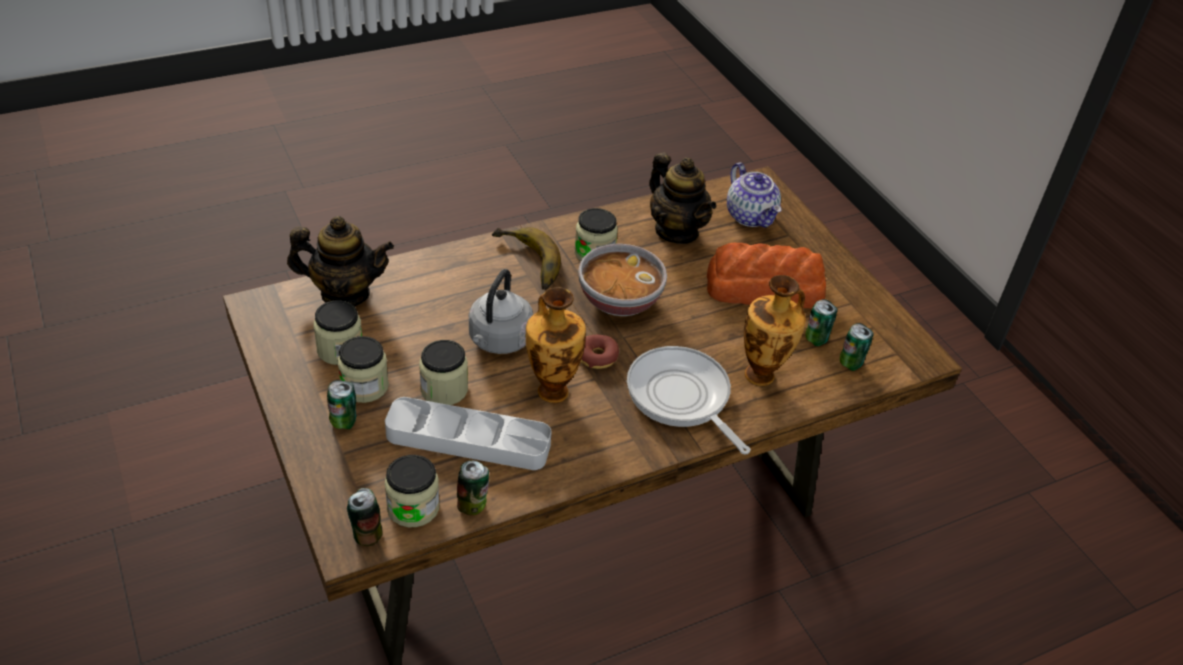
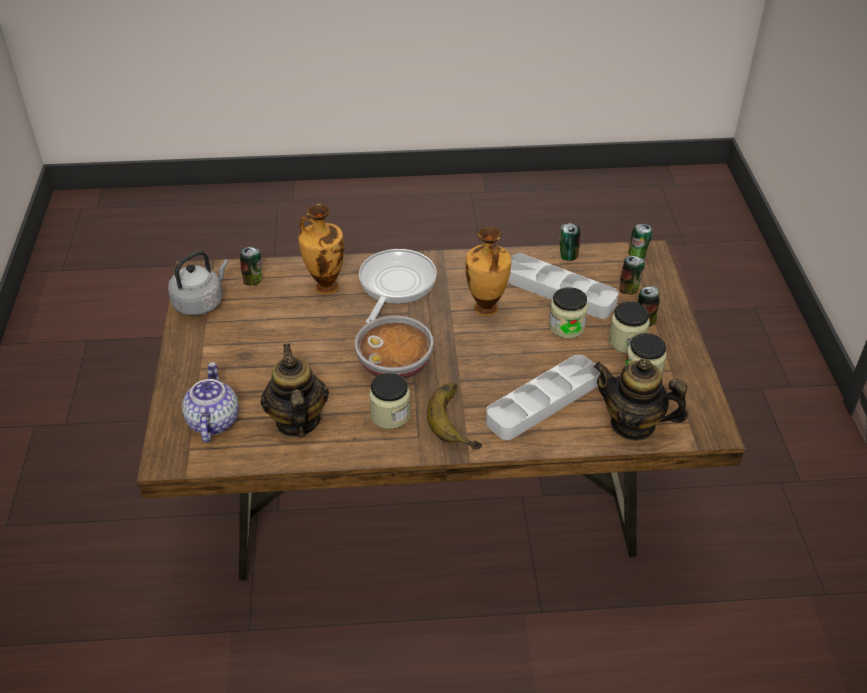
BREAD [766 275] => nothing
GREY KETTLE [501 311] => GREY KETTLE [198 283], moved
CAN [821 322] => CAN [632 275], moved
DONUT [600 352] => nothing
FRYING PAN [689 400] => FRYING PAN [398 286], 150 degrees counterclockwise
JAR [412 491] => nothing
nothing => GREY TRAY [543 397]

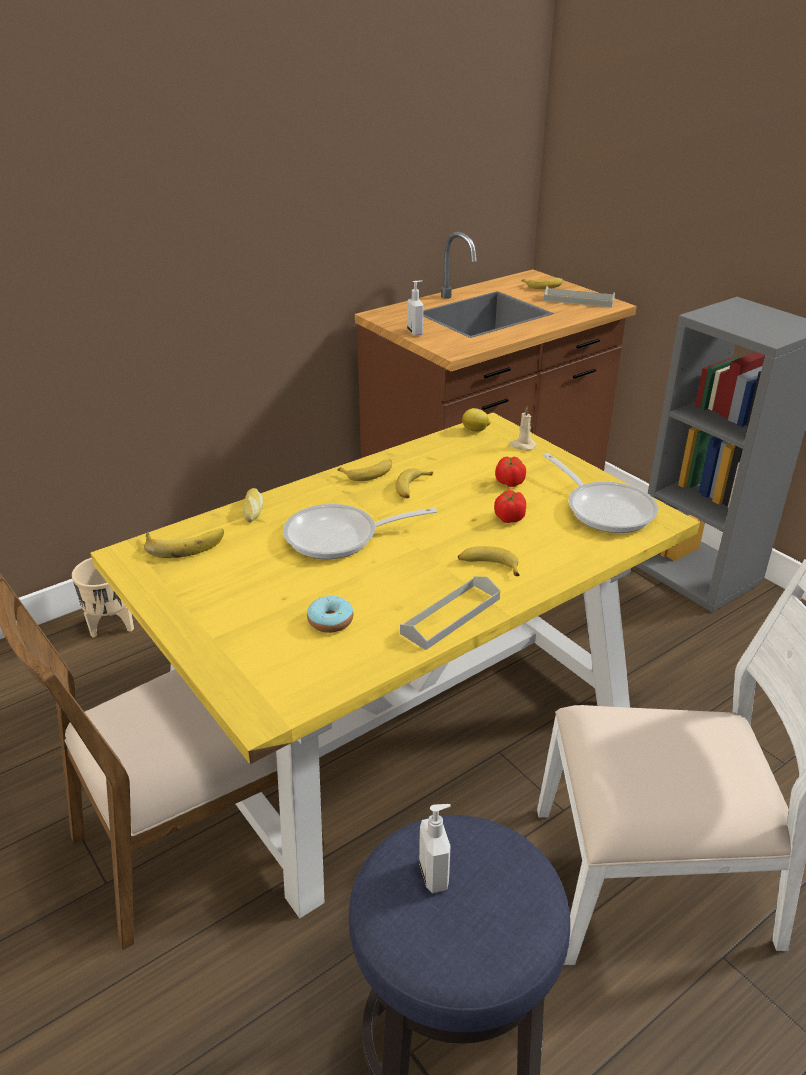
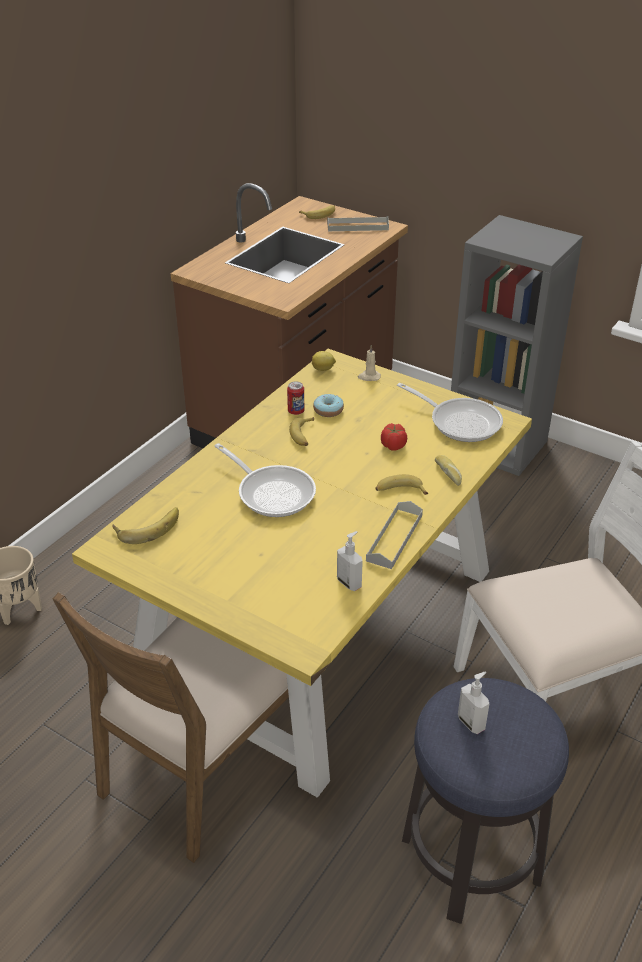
SOAP DISPENSER [415 308] => SOAP DISPENSER [350 561], moved
TOMATO [510 472] => nothing
BANANA [365 470] => nothing
BREAD [253 505] => BREAD [448 470], moved
FRYING PAN [360 531] => FRYING PAN [265 480], 105 degrees counterclockwise
DONUT [330 614] => DONUT [328 405], moved
nothing => CAN [295 398]

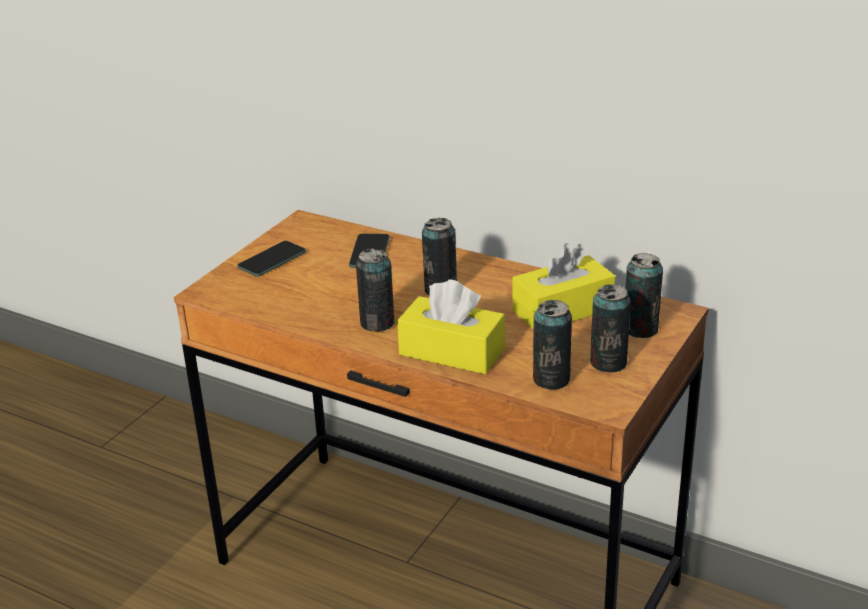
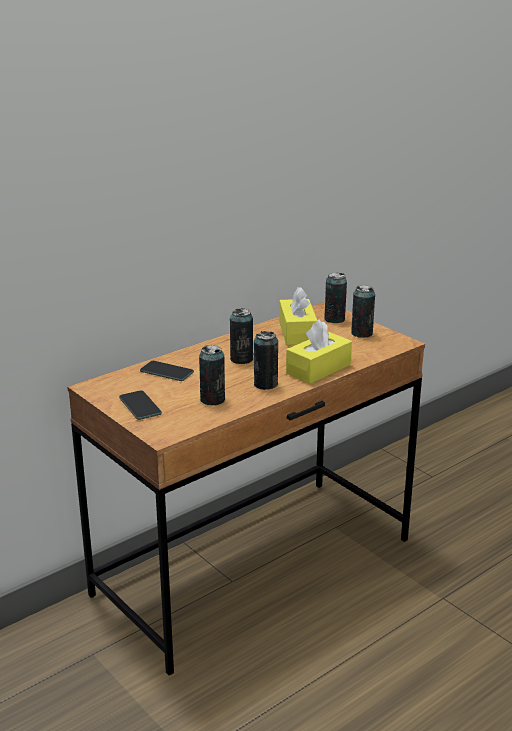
CAN [552 345] => CAN [212 375], moved

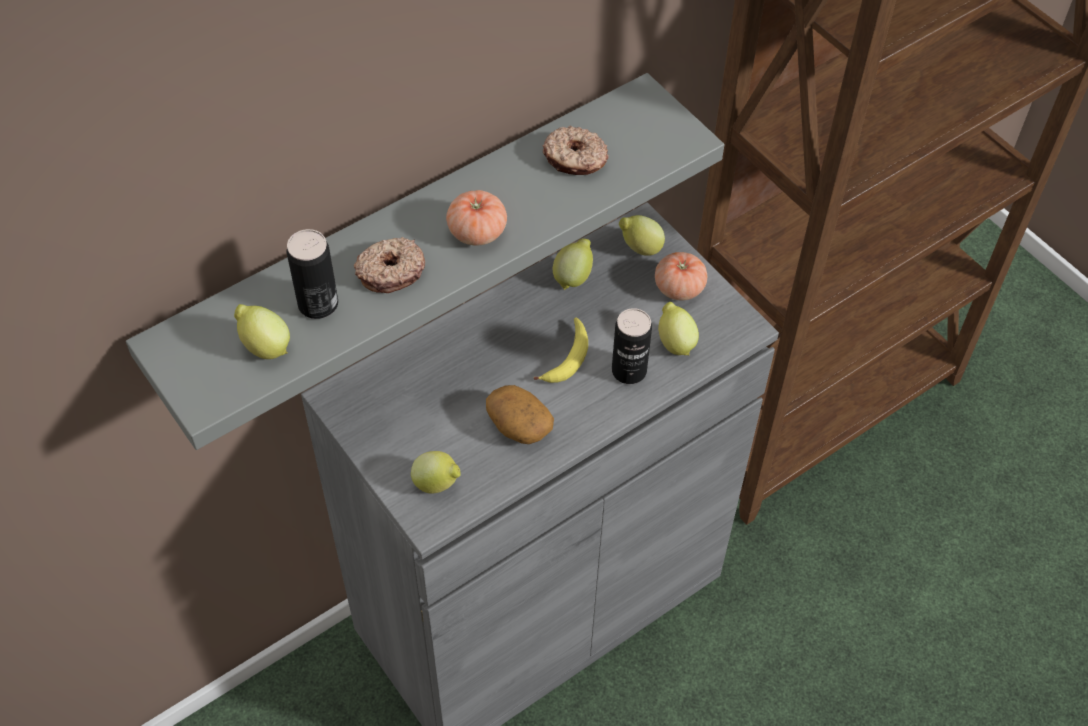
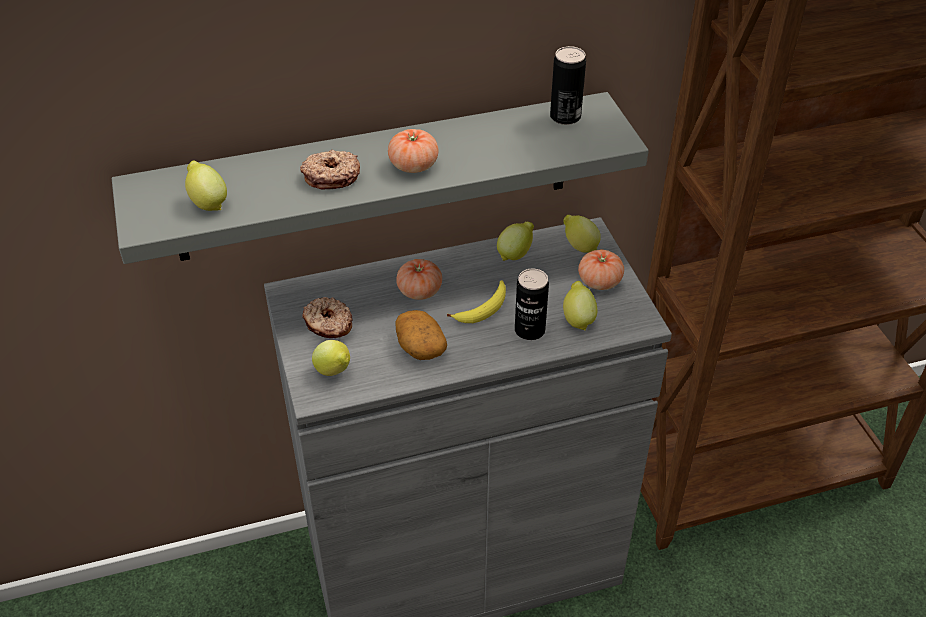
DONUT [575 150] => DONUT [327 317], moved
CAN [312 274] => CAN [568 85], moved
nothing => TOMATO [419 279]

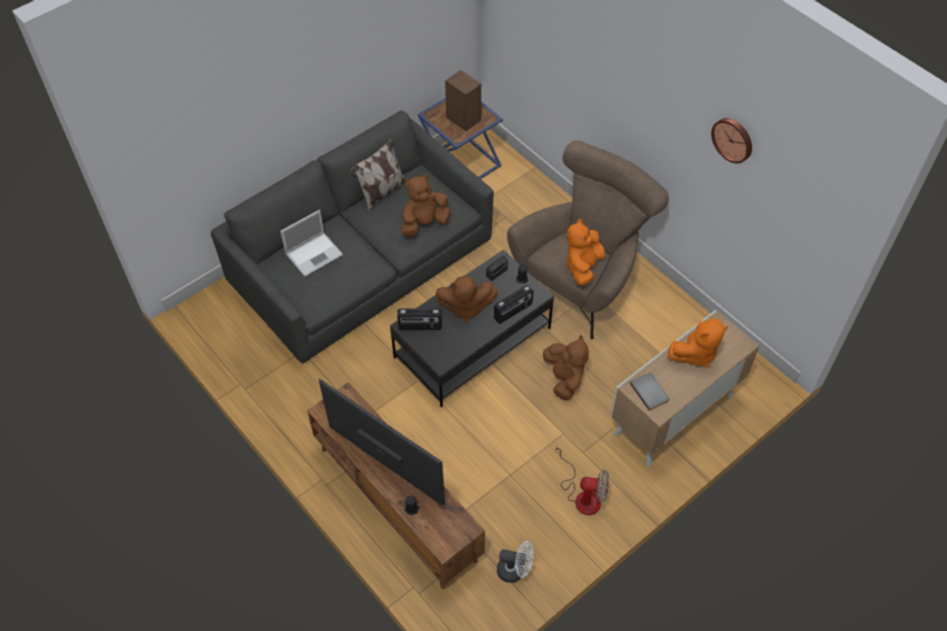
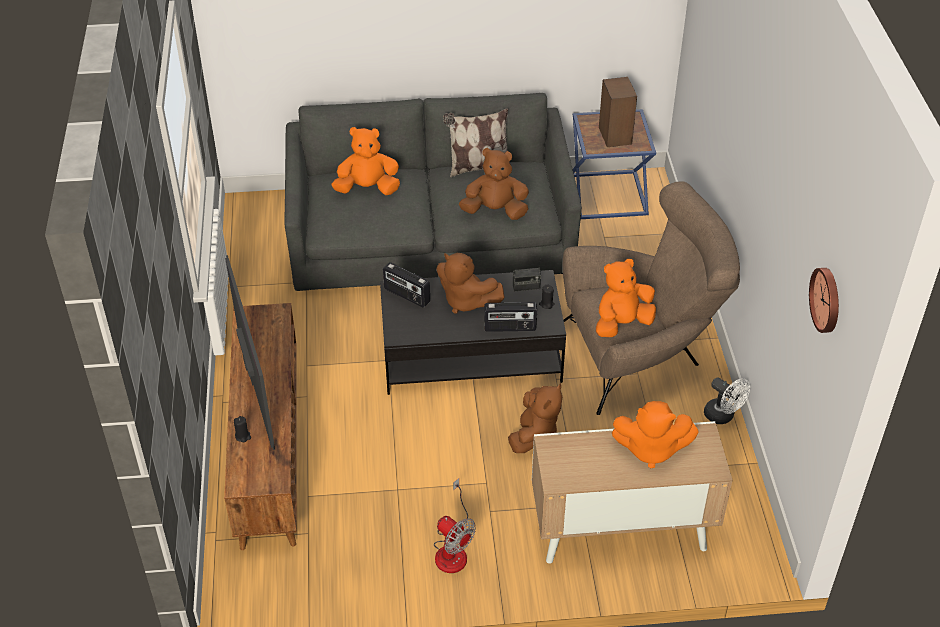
WALL CLOCK [731 141] => WALL CLOCK [824 300], moved
LAPTOP [311 243] => ORANGE PLUSH TOY [366 161]
GREY BOOK [649 392] => nothing
WHITE FAN [515 562] => WHITE FAN [727 400], moved

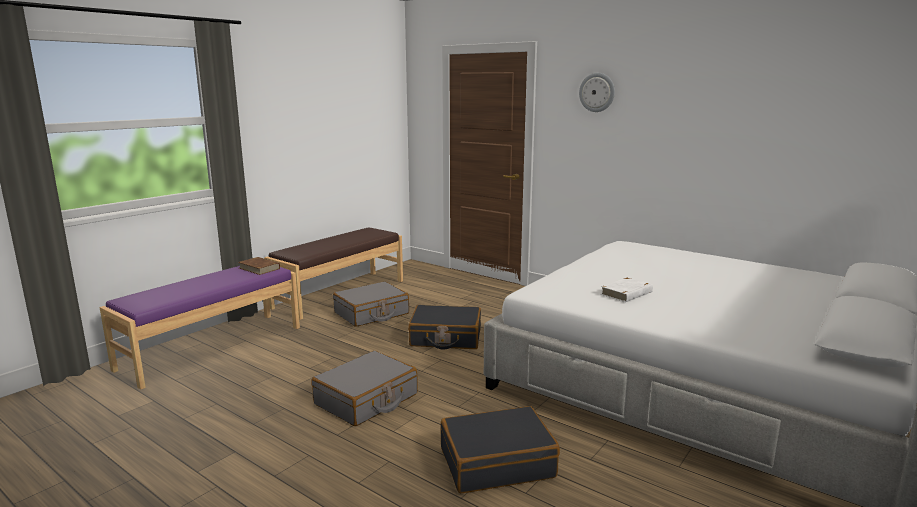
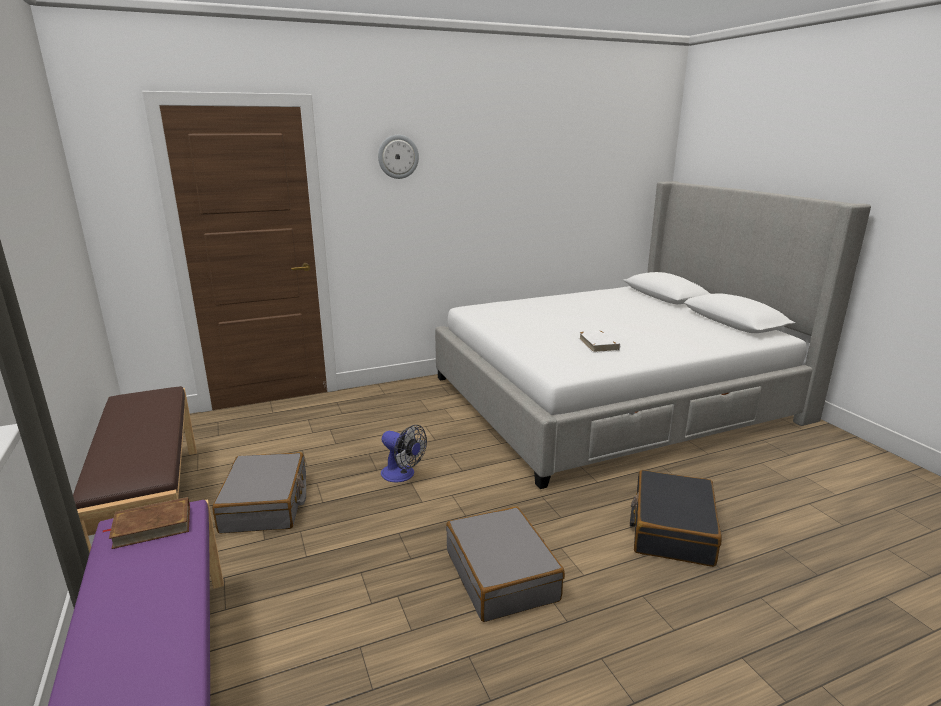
BLACK SUITCASE [444 327] => FAN [404 454]

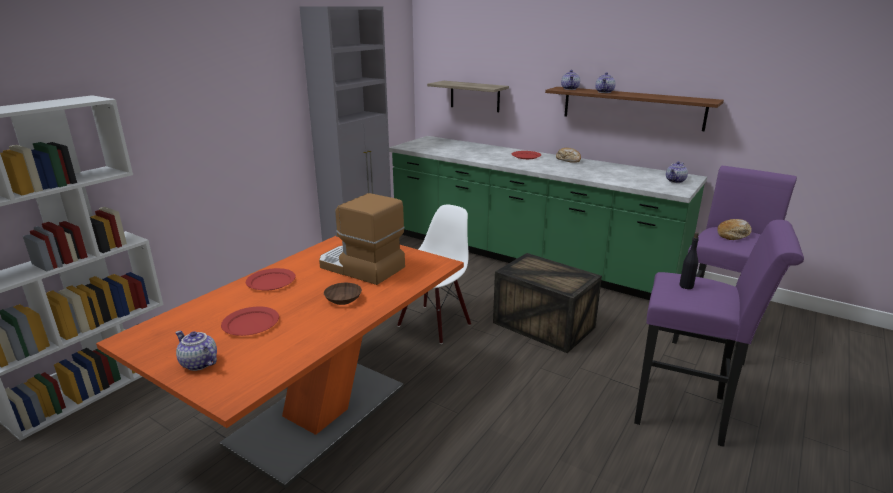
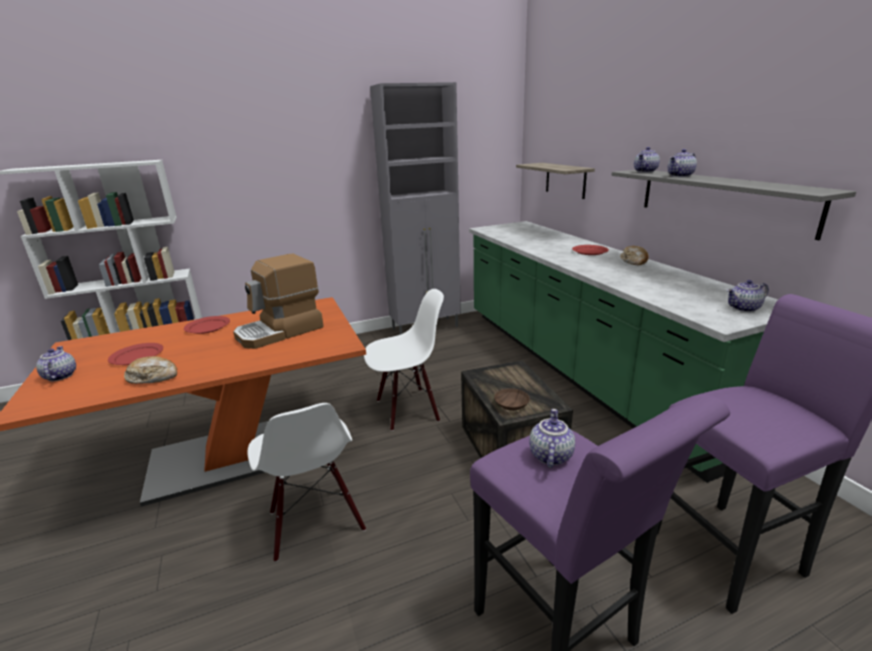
BROWN SHELF [634 109] => GREY SHELF [734 205]
COFFEE MACHINE [362 239] => COFFEE MACHINE [278 301], 105 degrees counterclockwise
BREAD [735 229] => BREAD [150 370], moved
BLACK BOTTLE [689 260] => TEAPOT [552 438]
BROWN BOWL [343 294] => BROWN BOWL [512 399], moved
nothing => WHITE CHAIR [306 482]

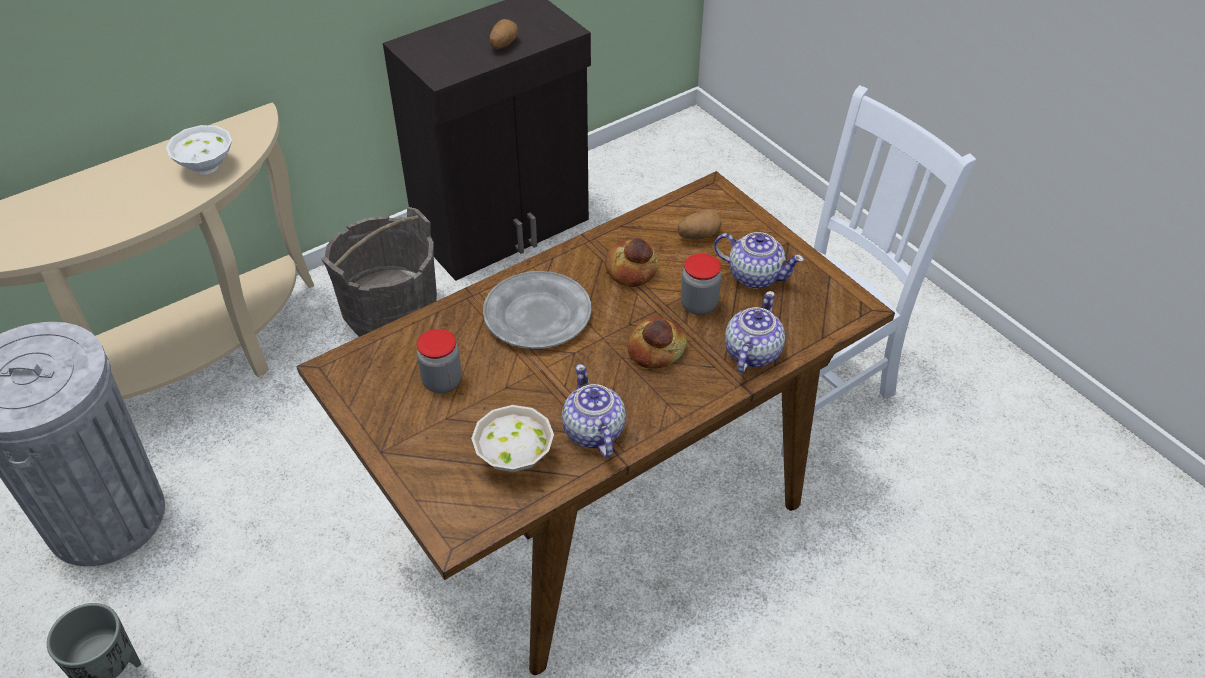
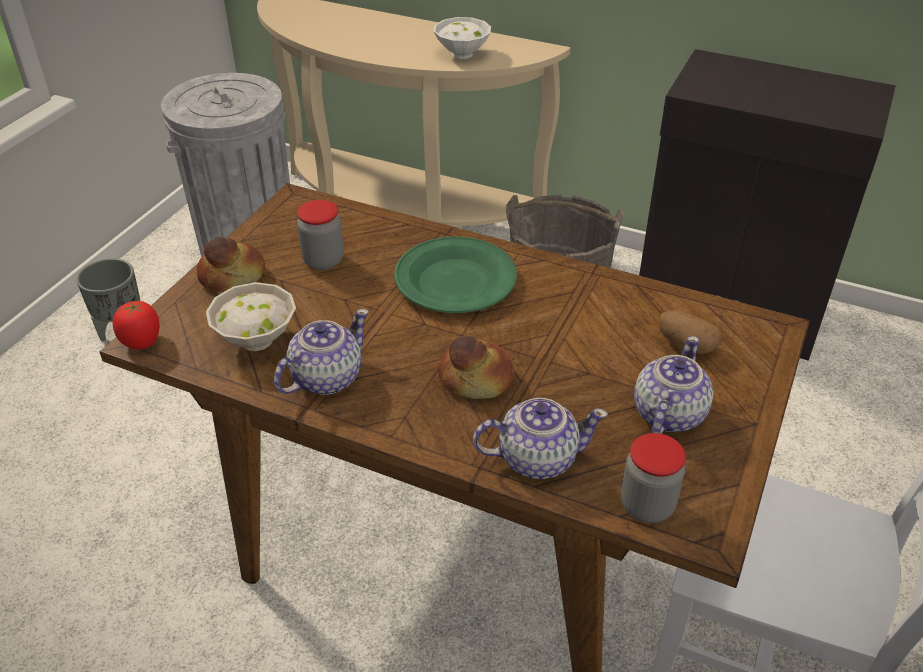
POTATO [504 34] => nothing
TEAPOT [759 260] => TEAPOT [674 385], 150 degrees counterclockwise
BREAD [631 262] => BREAD [231 264], moved
JAR [701 284] => JAR [653 478], moved
GREY PLATE [537 310] => GREEN PLATE [455 275]
nothing => TOMATO [136 325]

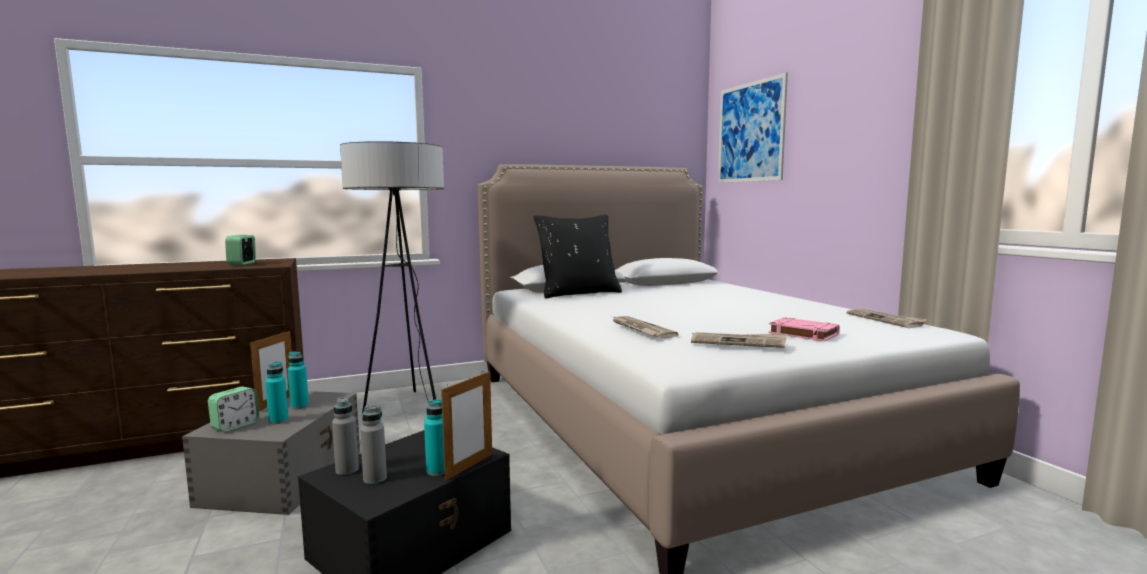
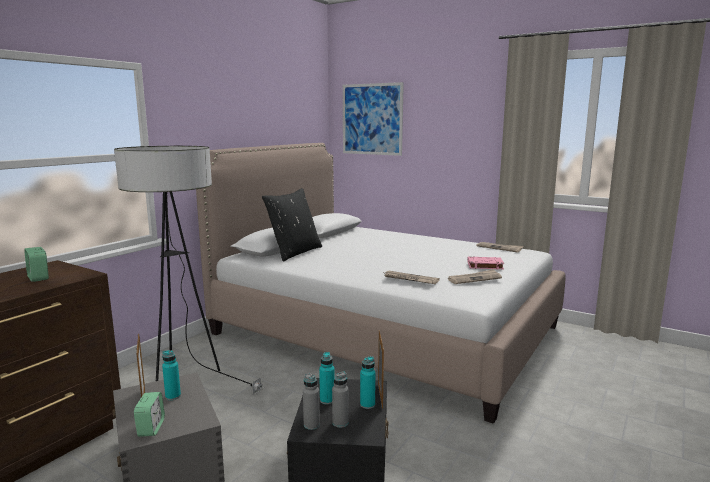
TURQUOISE BOTTLE [277 392] => TURQUOISE BOTTLE [327 378], moved

